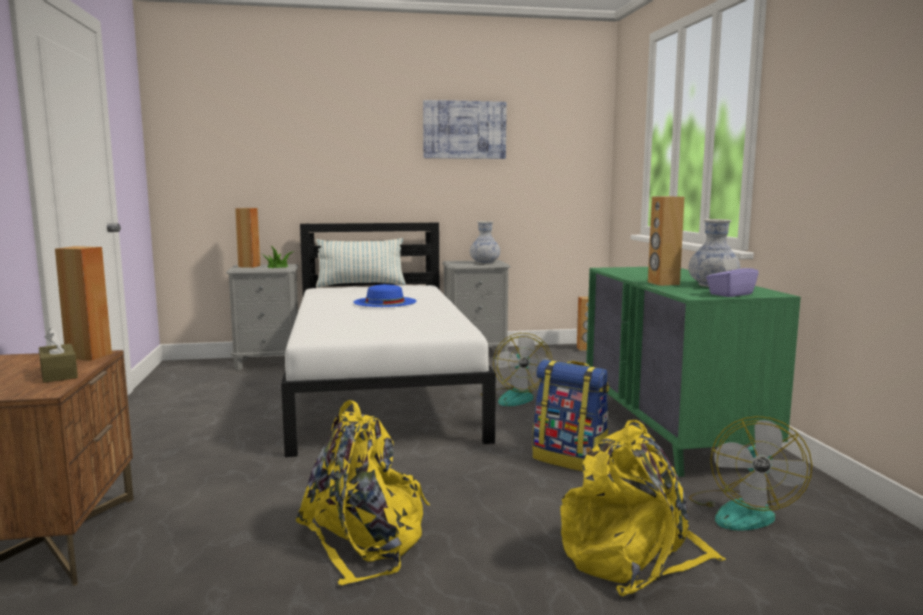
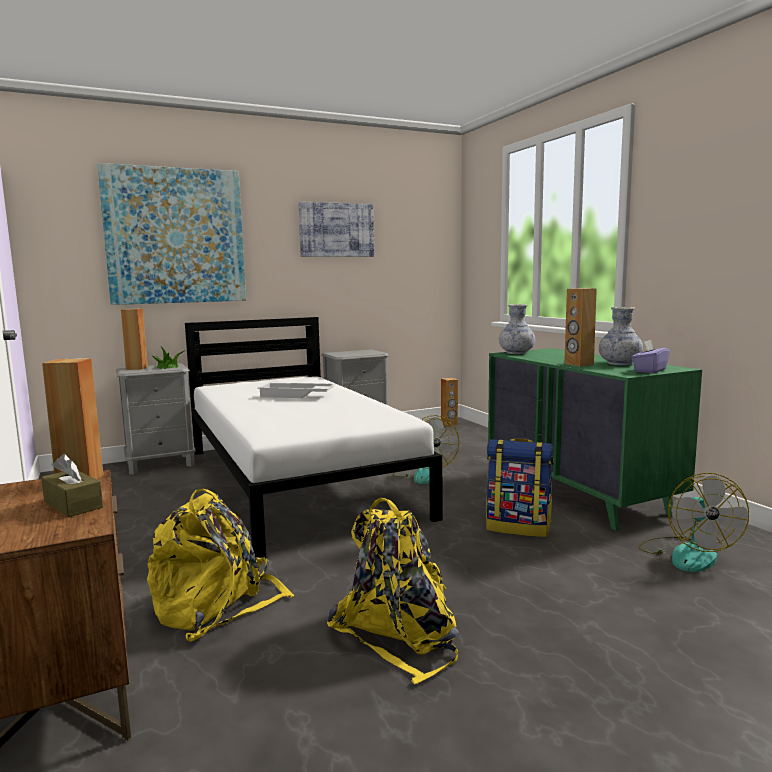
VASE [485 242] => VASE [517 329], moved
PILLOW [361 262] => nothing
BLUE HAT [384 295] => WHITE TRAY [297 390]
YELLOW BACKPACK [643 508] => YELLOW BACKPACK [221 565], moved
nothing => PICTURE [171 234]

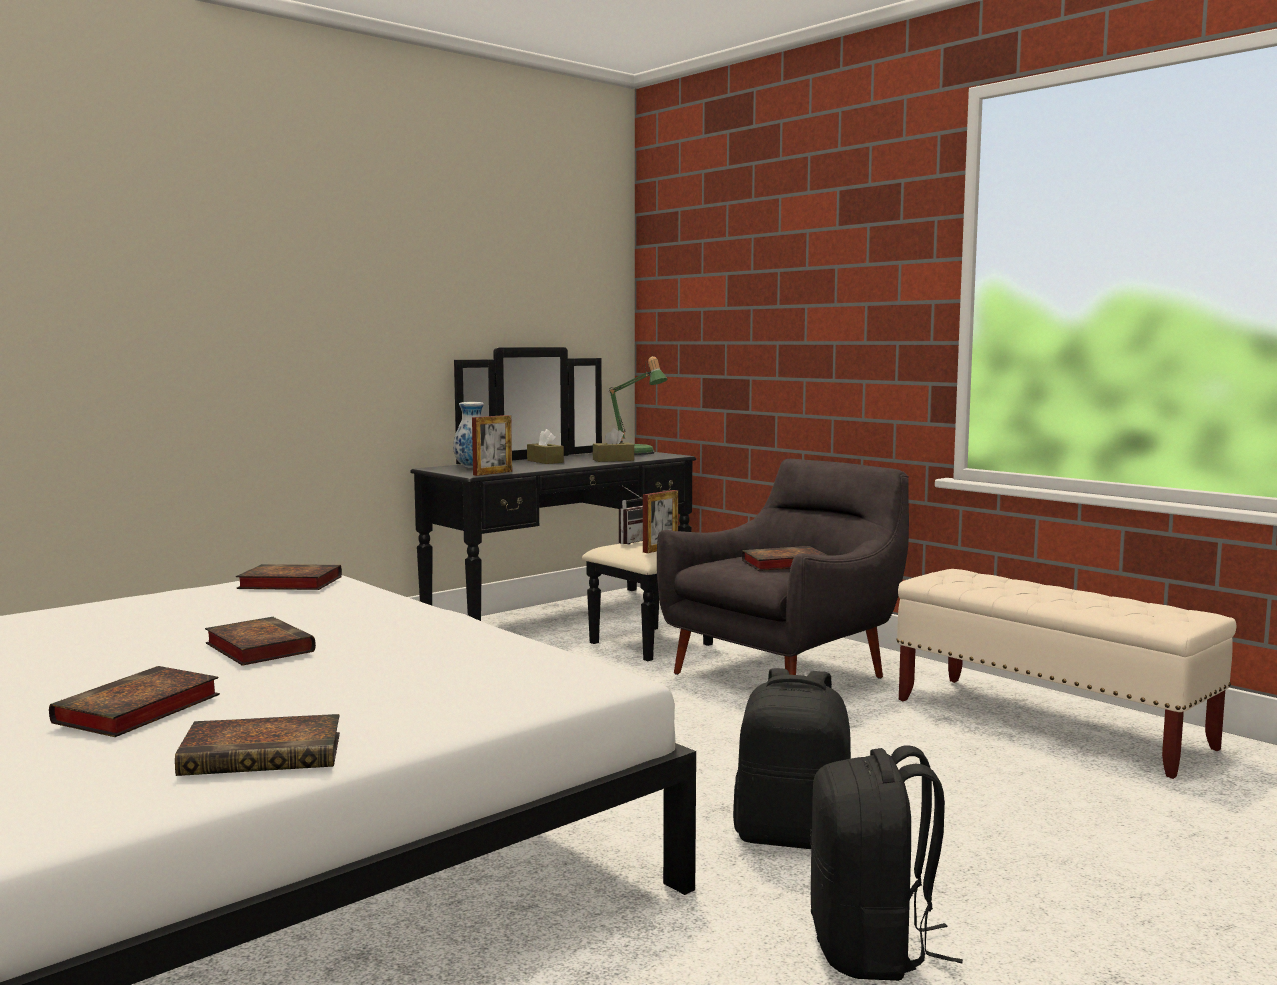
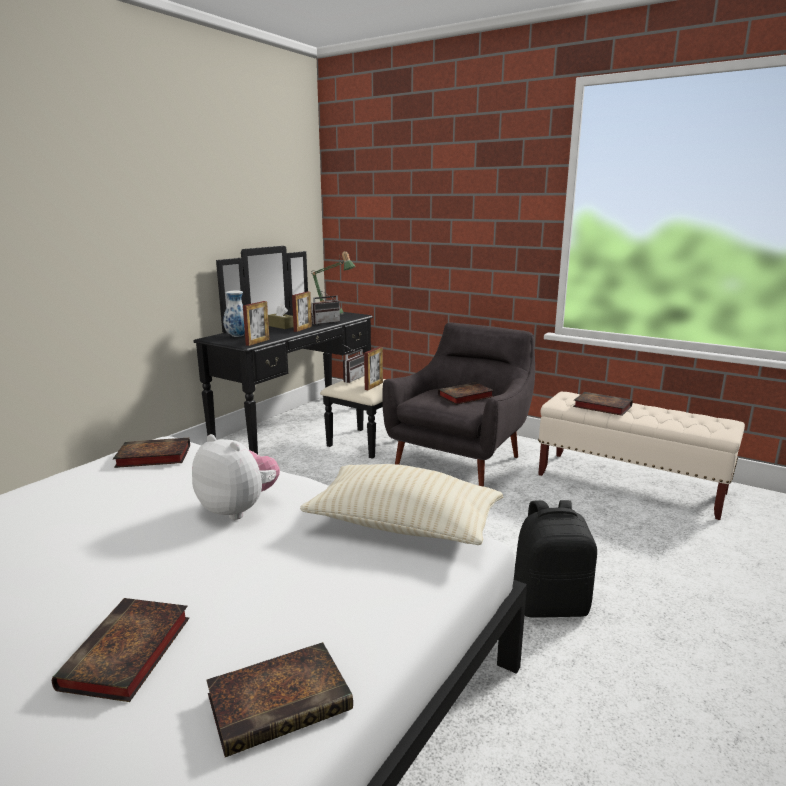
BROWN TISSUE BOX [613 445] => RADIO [325 306]
BOOK [260 641] => BOOK [603 404], moved
BLACK BACKPACK [886 863] => nothing
nothing => PICTURE FRAME [302 312]
nothing => PLUSH TOY [236 477]
nothing => BEIGE PILLOW [401 504]

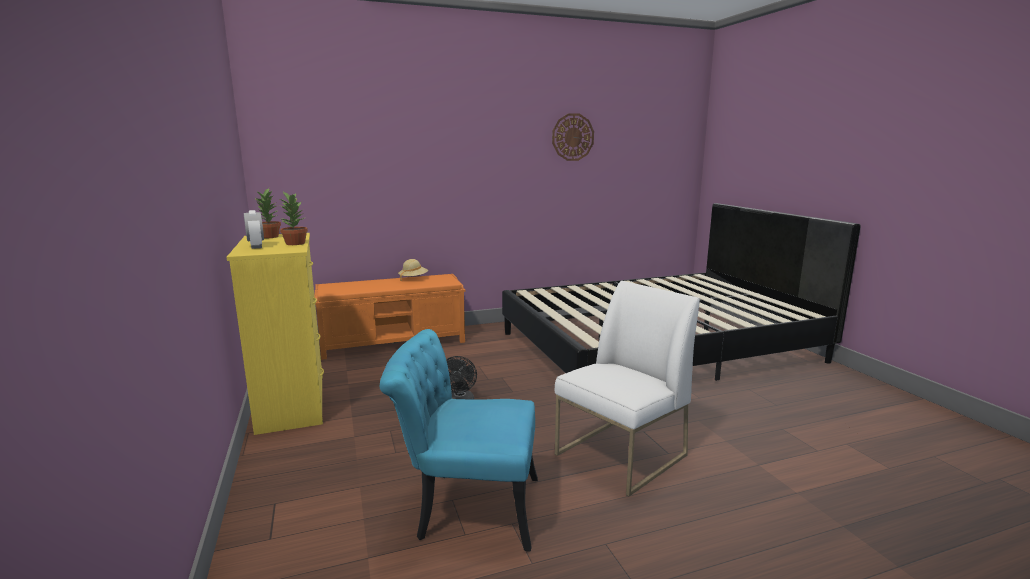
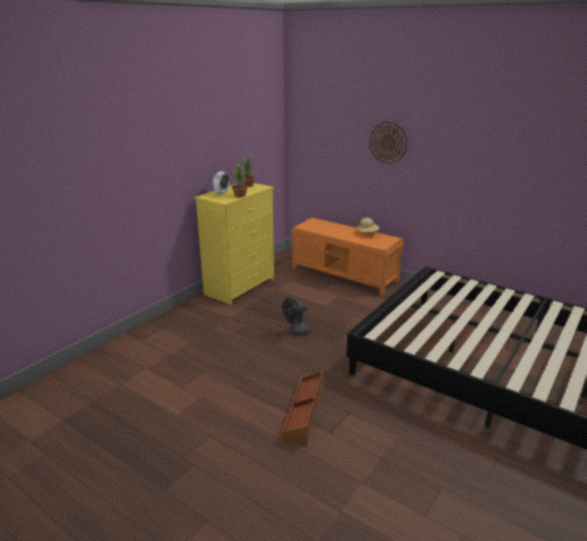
WALL CLOCK [573 137] => WALL CLOCK [388 142], moved
WHITE CHAIR [627 388] => BROWN STORAGE BOX [302 408]
TURQUOISE CHAIR [459 440] => nothing

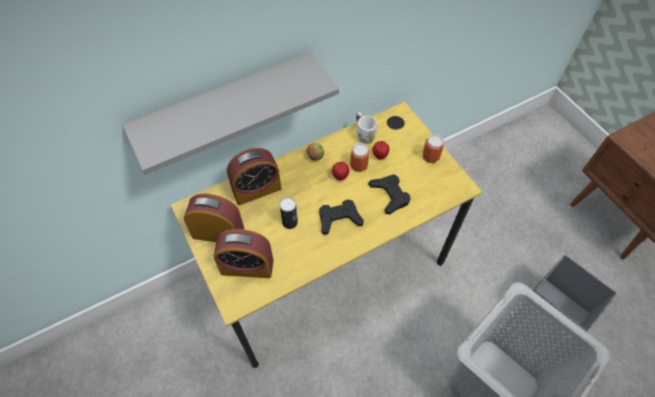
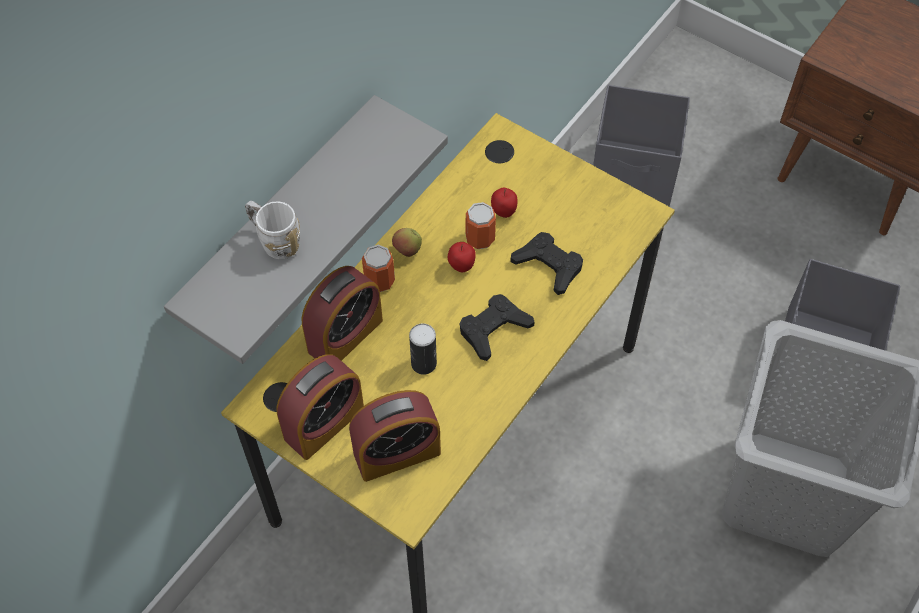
WHITE MUG [367 128] => WHITE MUG [272 230], moved
CAN [433 148] => CAN [378 268], moved
ALARM CLOCK [214 218] => ALARM CLOCK [320 407], 150 degrees clockwise
nothing => GREY STORAGE BOX [641 146]

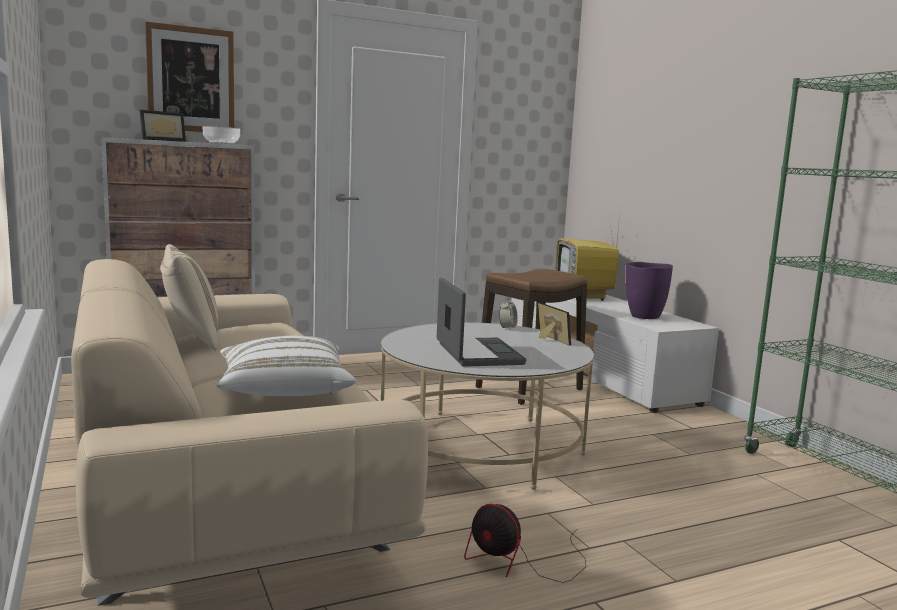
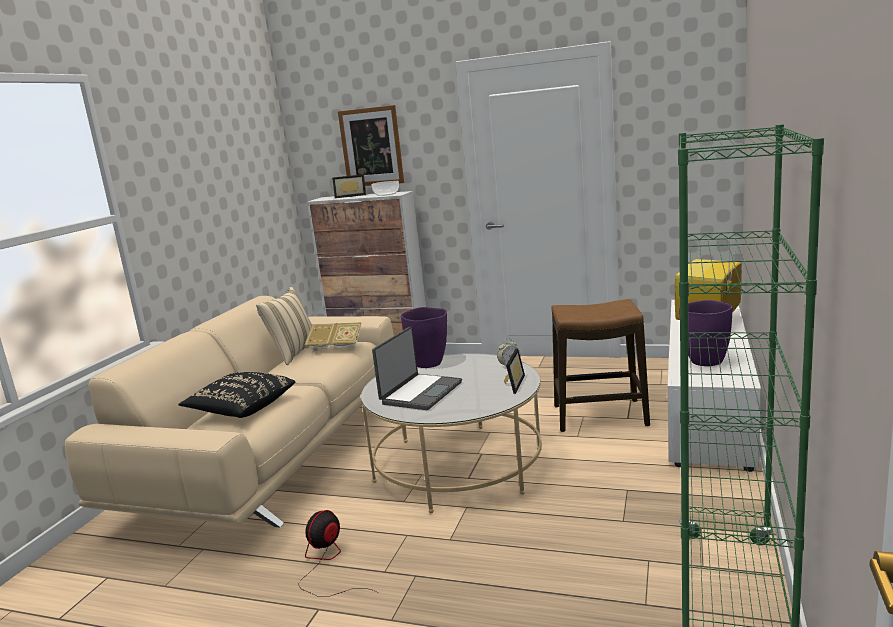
WHITE PILLOW [286 366] => BLACK PILLOW [236 395]
FAN [525 543] => FAN [339 553], 45 degrees clockwise
nothing => PURPLE VASE [424 337]
nothing => BOOK [333 337]

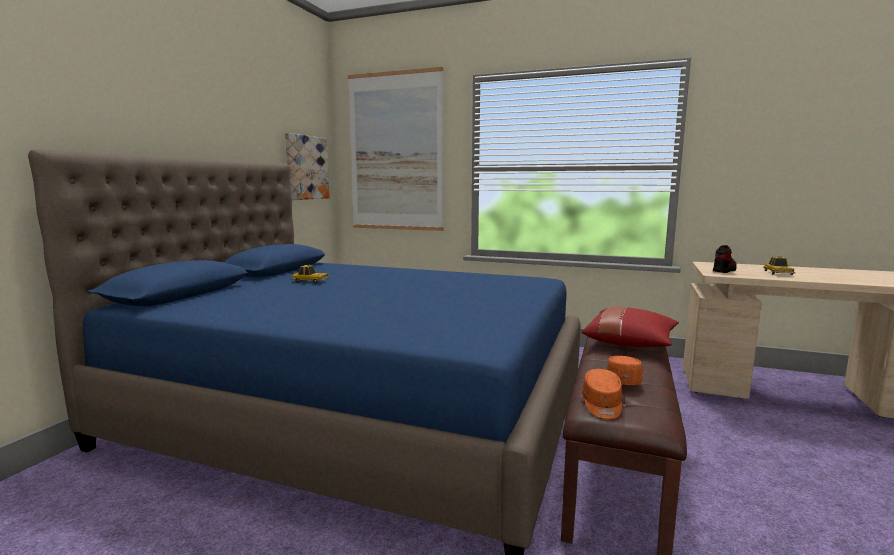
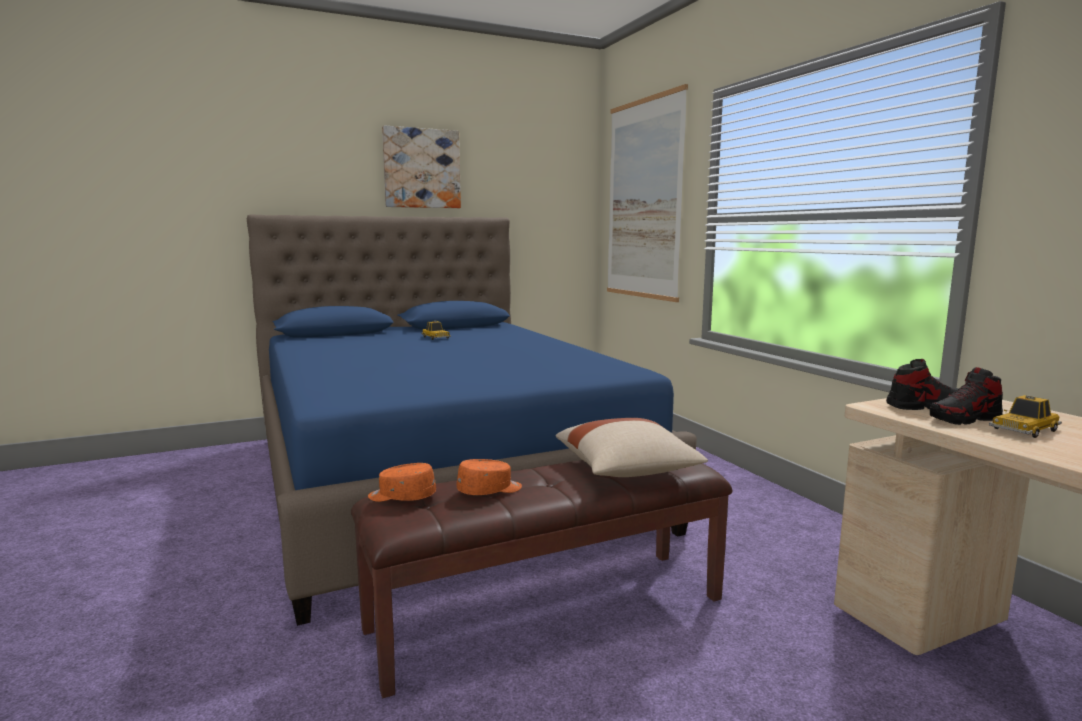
PICTURE [307 166] => PICTURE [421 167], moved
RED PILLOW [630 327] => BEIGE PILLOW [632 447]
ORANGE CAP [602 394] => ORANGE CAP [402 482], 45 degrees clockwise
nothing => SHOE [966 396]

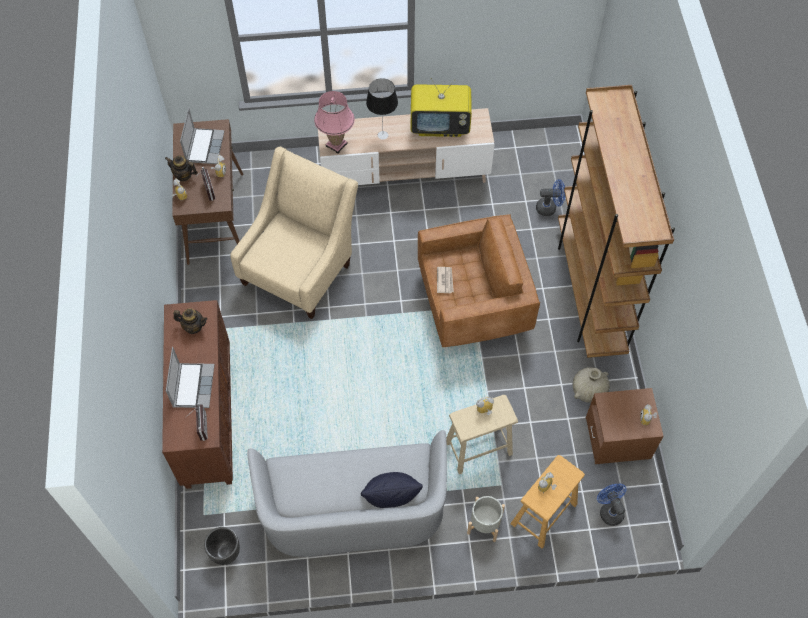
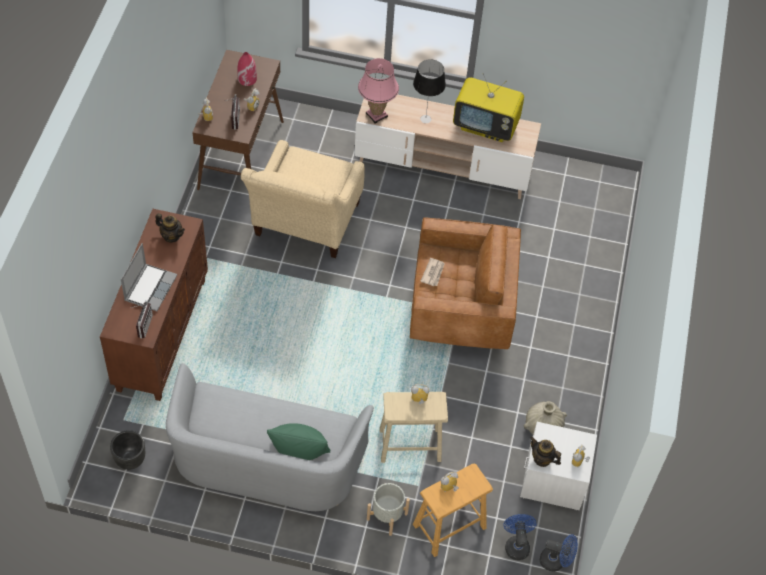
BROWN BOOKCASE [616 221] => nothing
LAPTOP [202 136] => RED VASE [247 69]
BEIGE ARMCHAIR [294 233] => BEIGE ARMCHAIR [303 199], 150 degrees clockwise
TEAPOT [181 169] => TEAPOT [545 451], moved
BLUE FAN [551 197] => BLUE FAN [559 553], moved
BROWN NIGHTSTAND [625 426] => WHITE NIGHTSTAND [558 466]
BLACK PILLOW [392 490] => GREEN PILLOW [299 441]

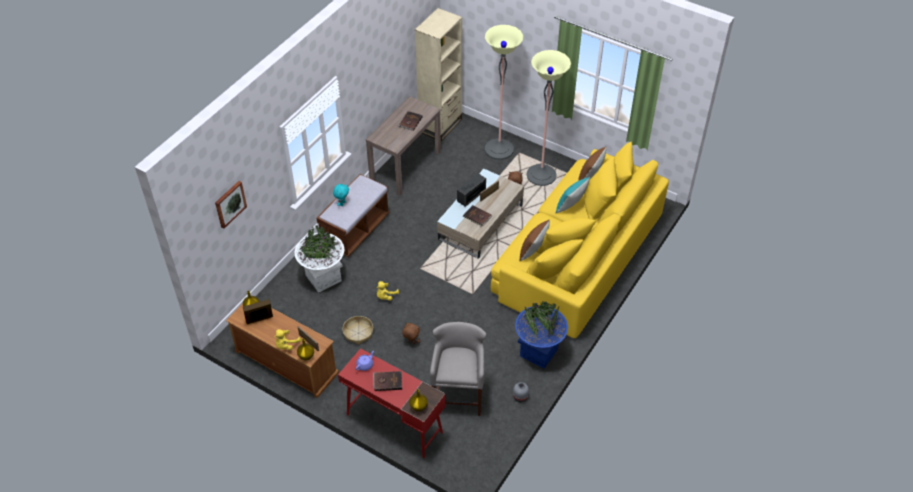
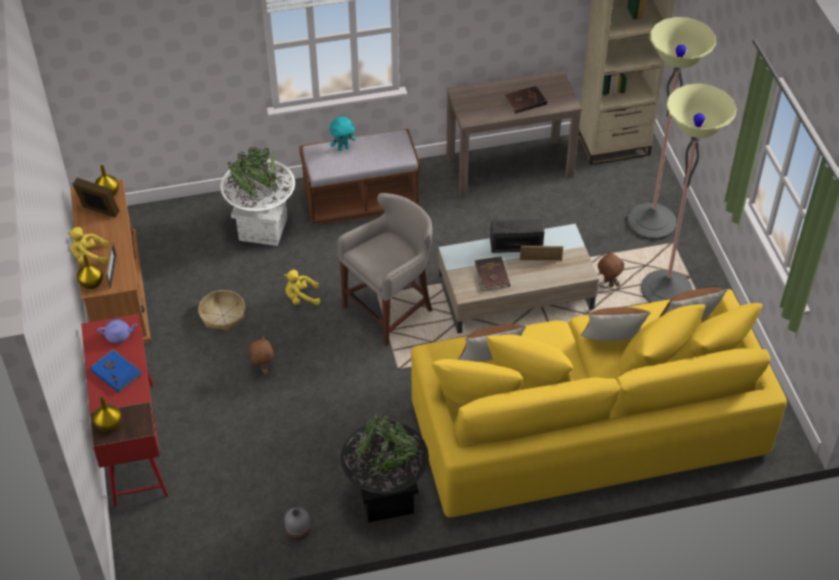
TURQUOISE PILLOW [573 195] => BROWN PILLOW [616 324]
PICTURE [231 204] => nothing
BLUE PLANTER [541 335] => BLACK PLANTER [385 468]
GREY STOOL [458 369] => GREY STOOL [385 269], moved
BROWN BOOK [387 381] => BLUE BOOK [116 371]

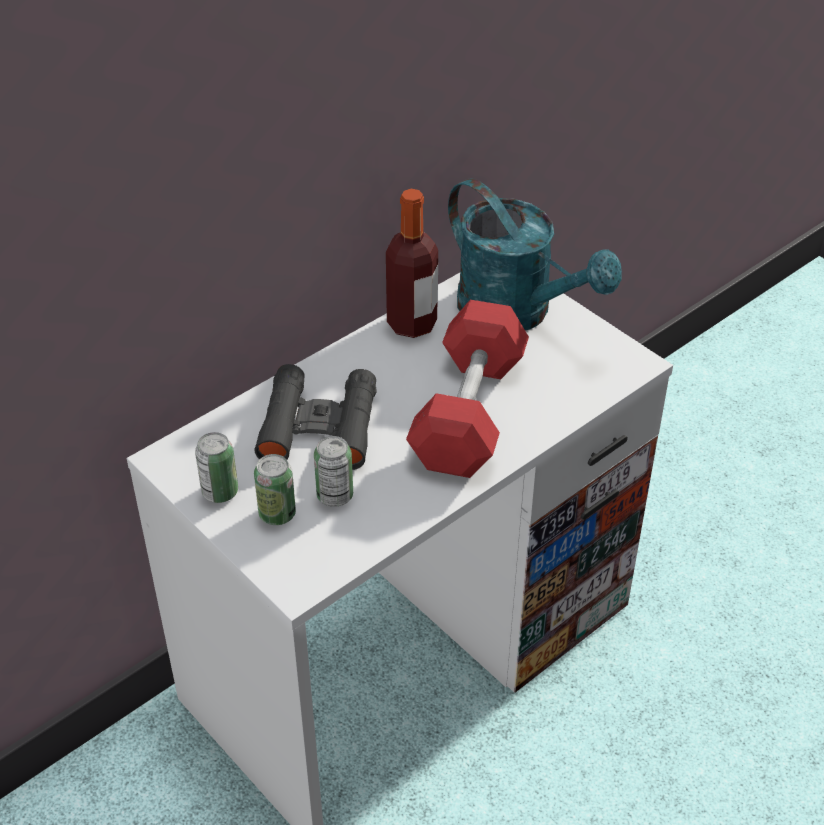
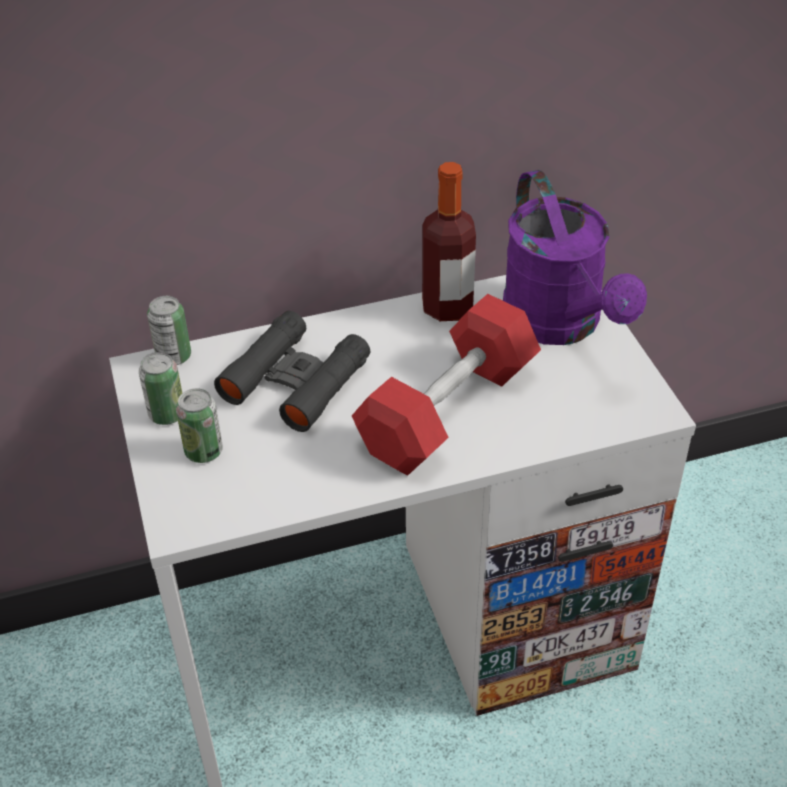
TURQUOISE WATERING CAN [535 254] => PURPLE WATERING CAN [575 257]
CAN [333 471] => CAN [169 330], moved

